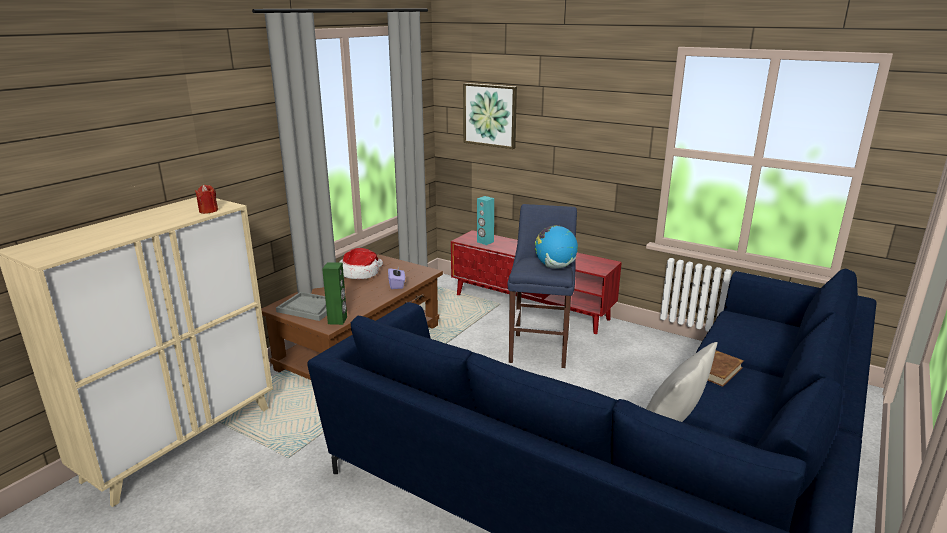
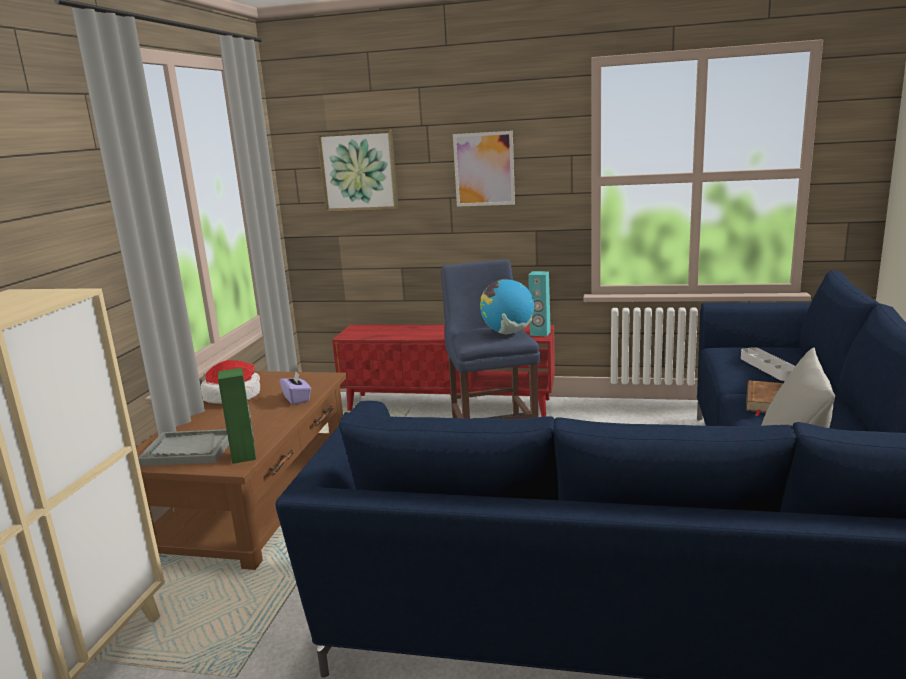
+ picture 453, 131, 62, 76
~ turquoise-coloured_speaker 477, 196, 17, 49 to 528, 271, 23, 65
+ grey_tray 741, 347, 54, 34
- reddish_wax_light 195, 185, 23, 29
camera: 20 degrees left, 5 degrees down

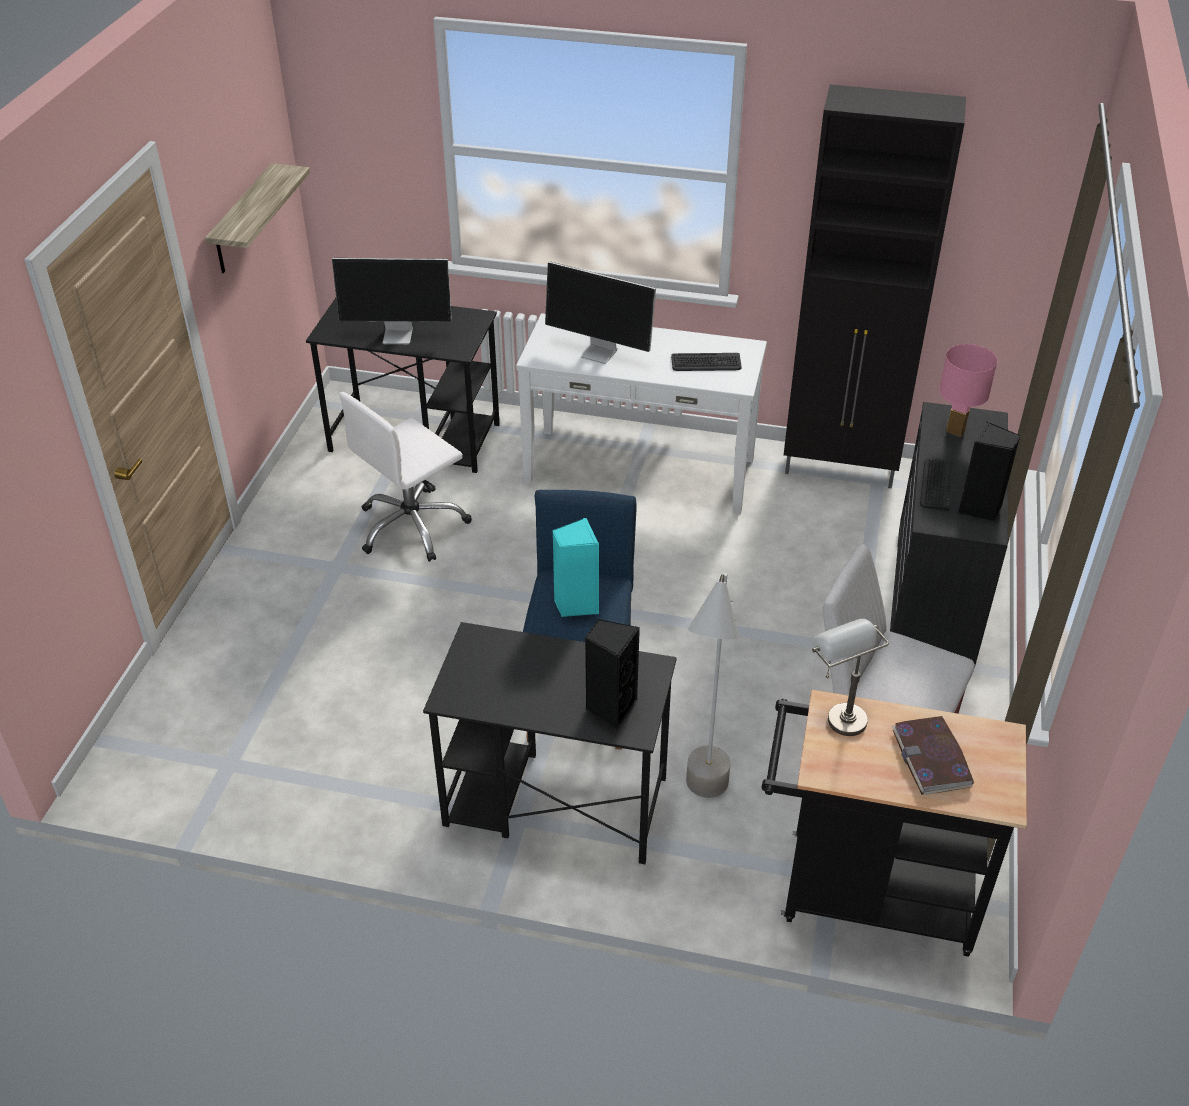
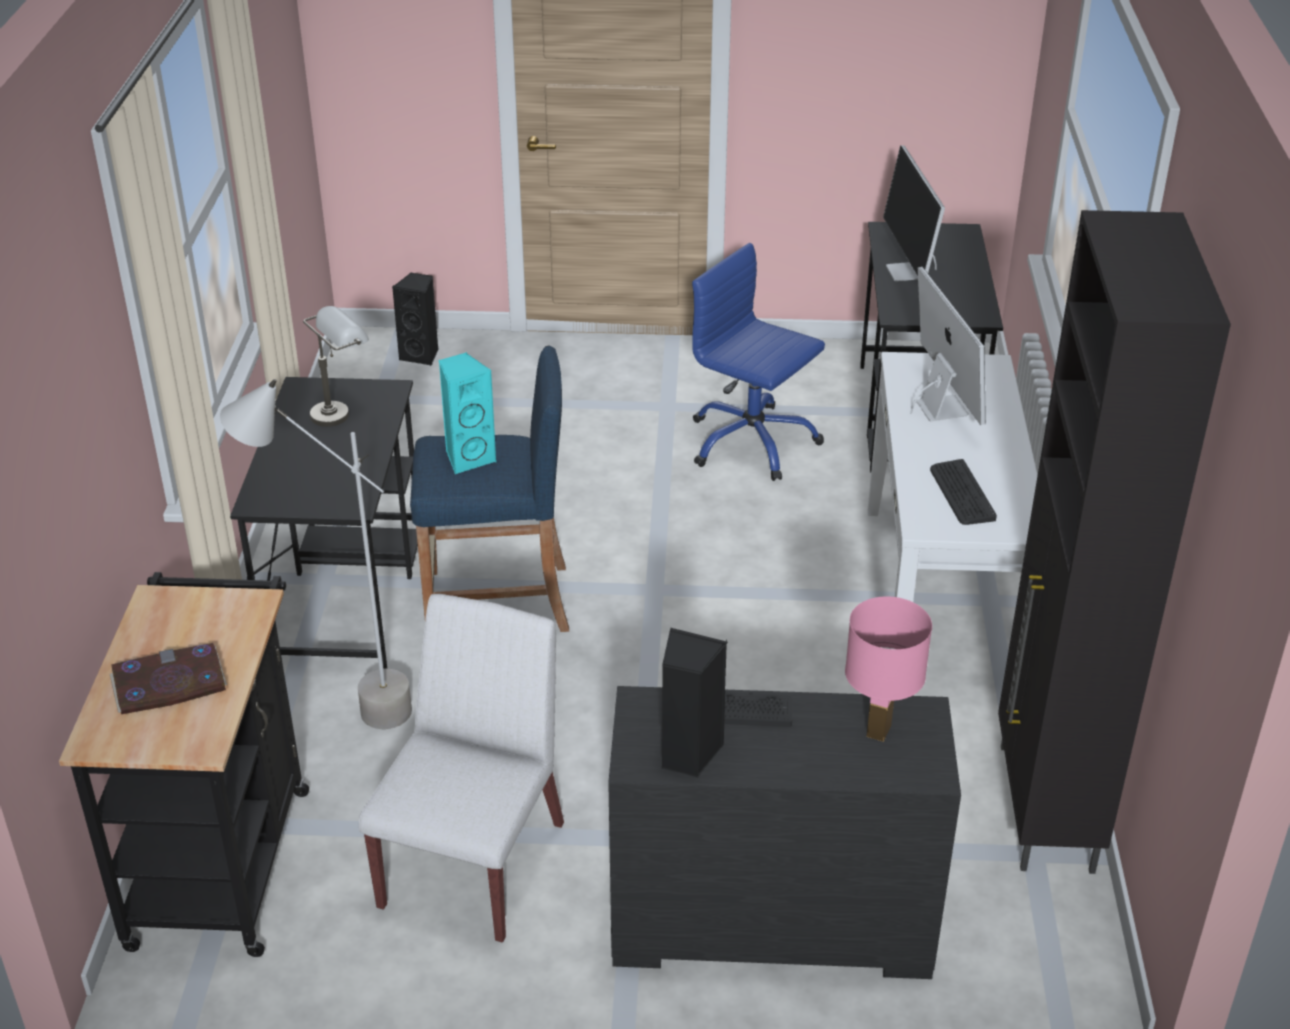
~ grey_lamp_for_a_table 812, 619, 77, 117 to 303, 306, 66, 121
~ black_speaker 585, 618, 55, 111 to 392, 273, 47, 93
~ white_desk_chair 339, 392, 133, 170 to bluish_desk_chair 692, 243, 133, 238
~ monitor 545, 262, 111, 102 = 910, 267, 76, 158 150 degrees clockwise
- bracket_shelf 205, 163, 105, 110
camera: 80 degrees right, 5 degrees down

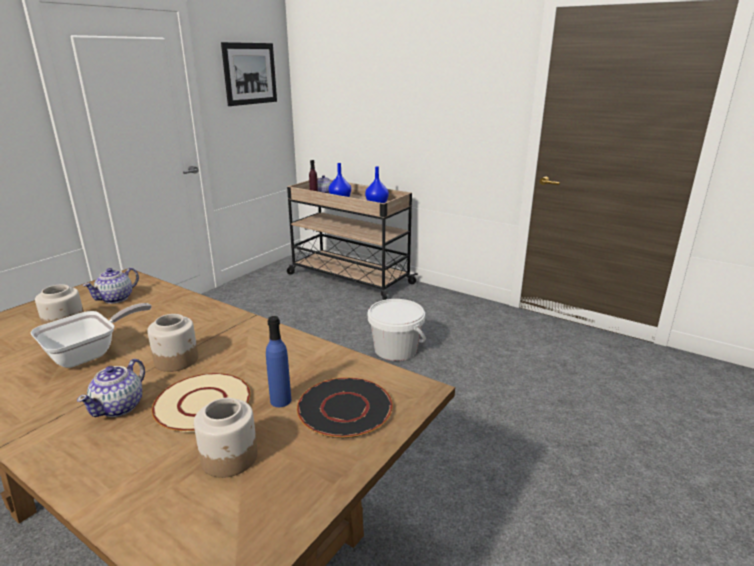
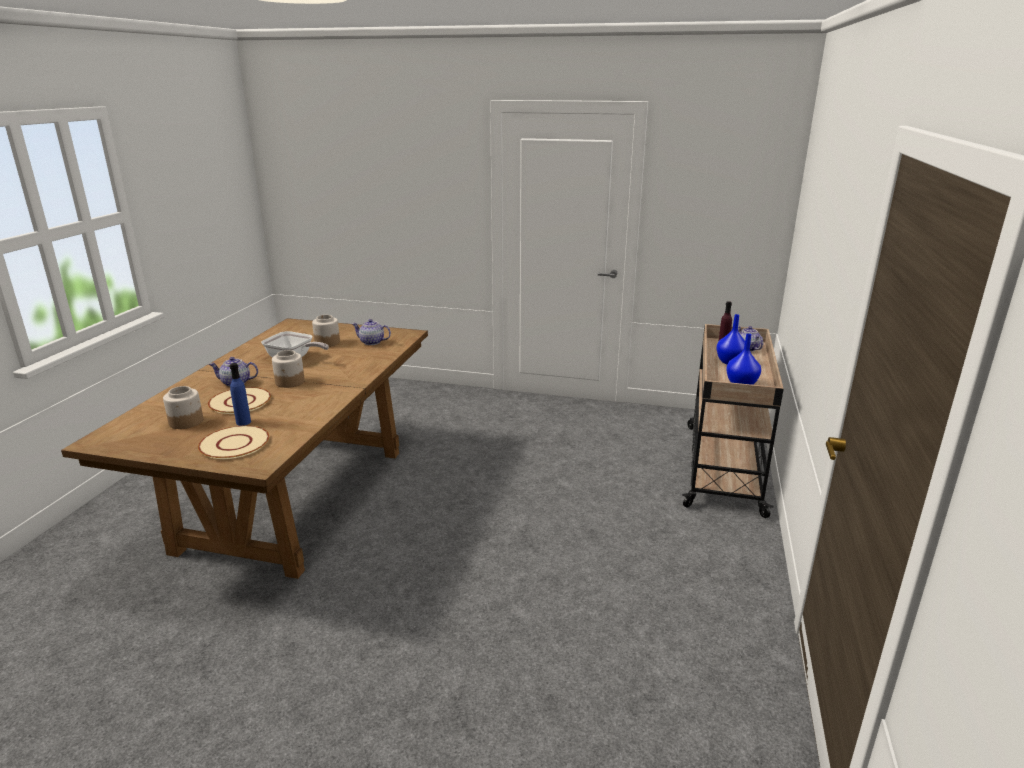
~ black_flat_dish 297, 377, 96, 61 to beige_flat_dish 198, 425, 71, 34
- picture 221, 42, 56, 64
- white_water_bucket 368, 299, 58, 62
camera: 70 degrees right, 0 degrees up

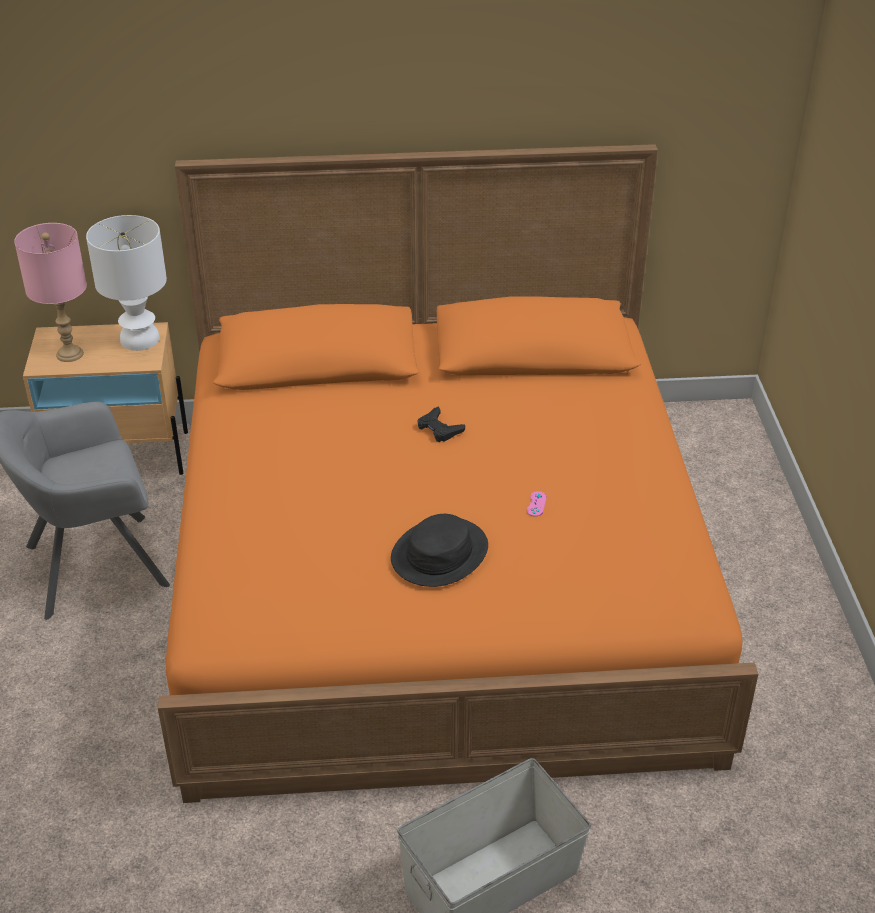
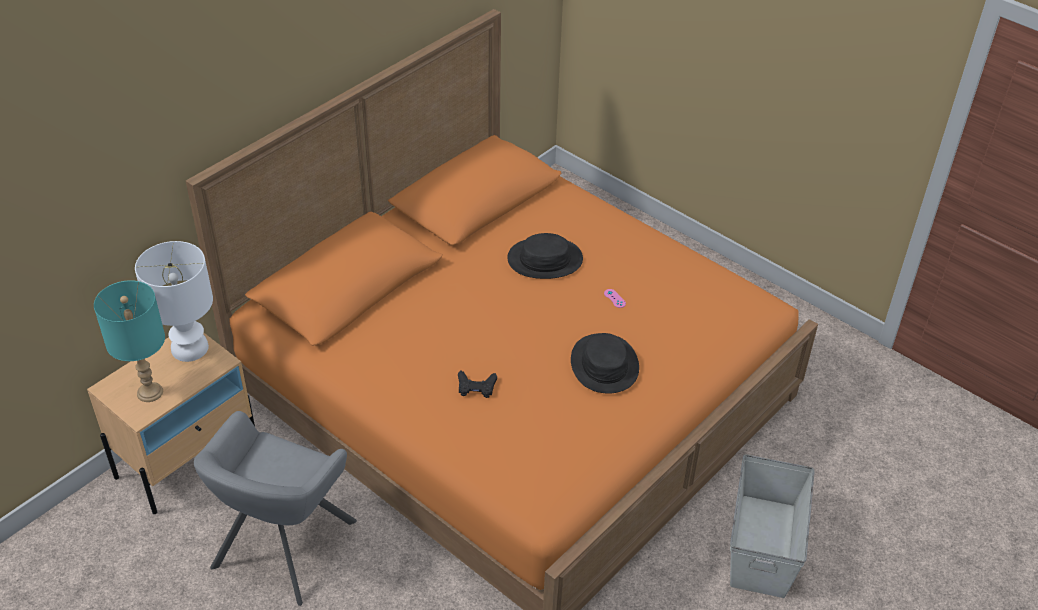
~ pinkish_lamp_for_a_table 14, 223, 73, 139 to turquoise-coloured_lamp_for_a_table 94, 280, 71, 122
~ black_joypad 417, 406, 48, 36 to 458, 370, 39, 28
+ black_wearable_hat 507, 233, 76, 46
camera: 45 degrees left, 5 degrees up

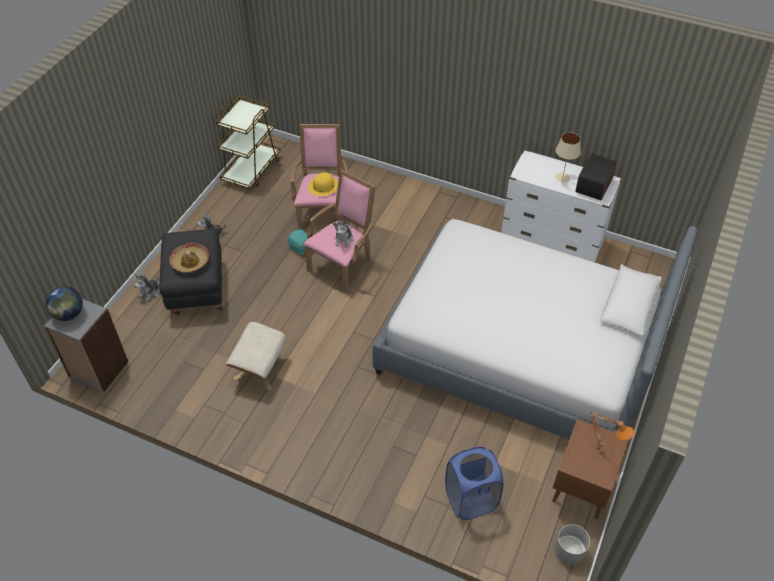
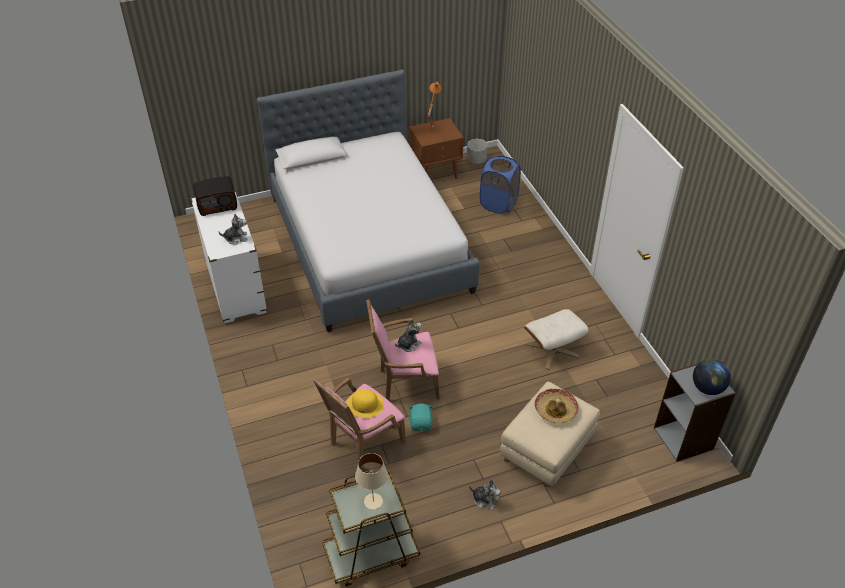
~ soft_toy 134, 274, 25, 28 to 218, 214, 29, 31
~ beige_lamp_for_a_table 556, 132, 25, 51 to 355, 453, 33, 57
~ black_footrest 159, 229, 63, 85 to beige_footrest 500, 382, 100, 105
camera: 135 degrees left, 5 degrees down

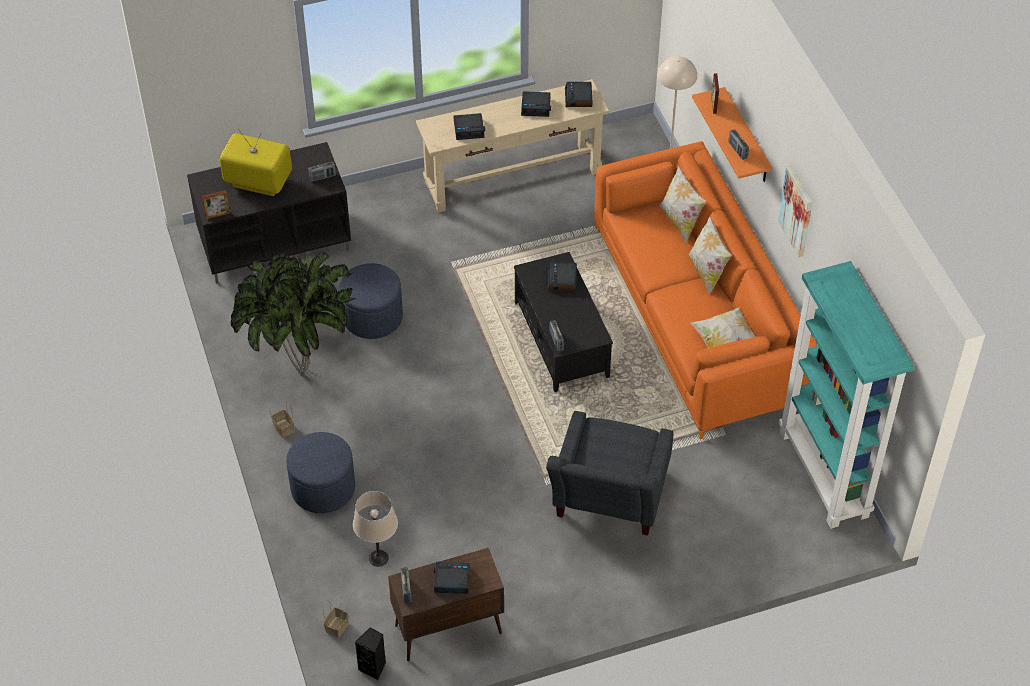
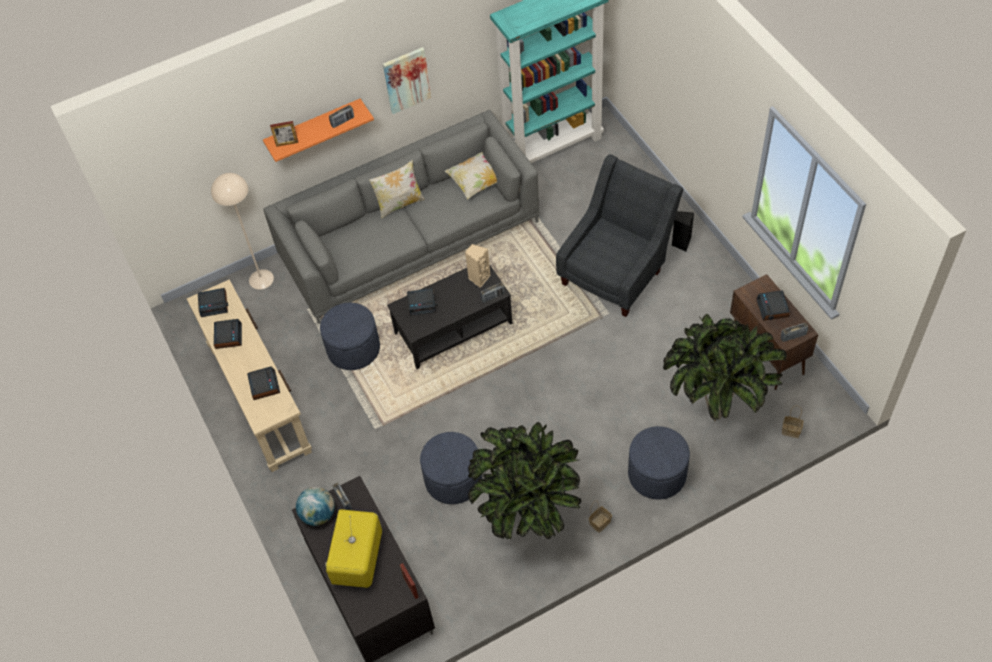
~ orange_settee 593, 141, 225, 298 to grey_settee 263, 110, 277, 214
+ globe 296, 487, 39, 39
+ bluish_footrest 320, 303, 60, 67
+ beige_speaker 465, 244, 26, 44
~ grey_armchair 546, 411, 127, 125 = 556, 154, 127, 163 60 degrees counterclockwise
~ beige_lamp_for_a_table 353, 491, 45, 76 to potted_plant 663, 314, 125, 108
~ black_speaker 355, 627, 31, 53 to 672, 211, 22, 41
- cushion 659, 166, 47, 77
camera: 95 degrees left, 5 degrees up

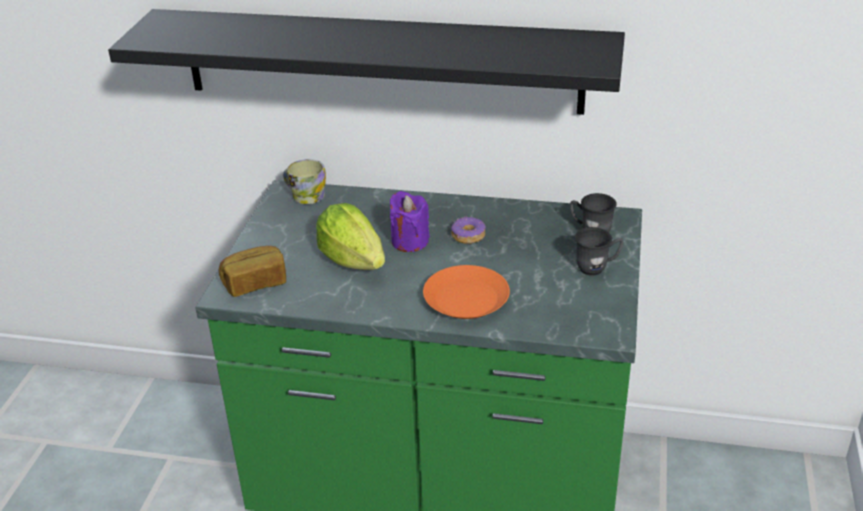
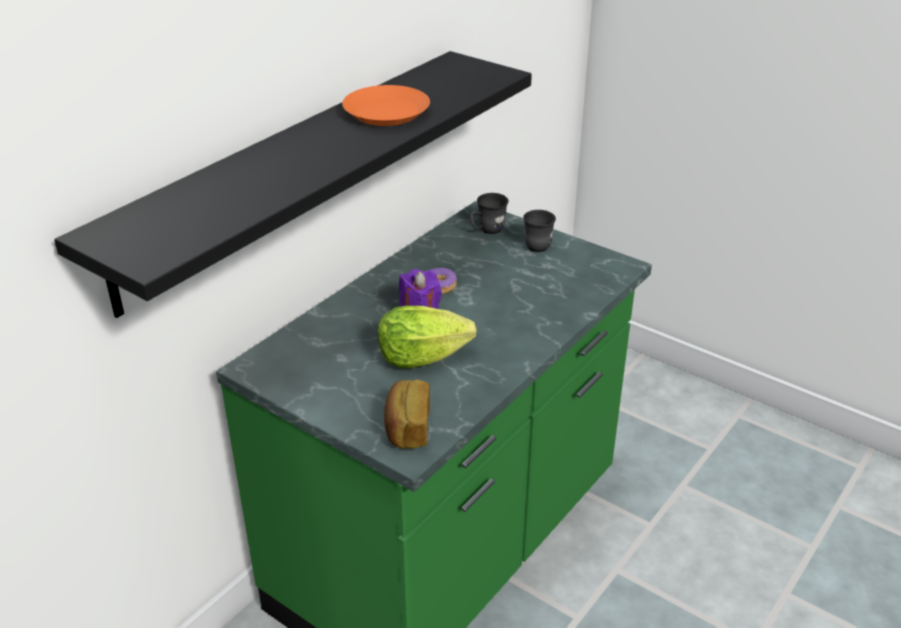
~ orange_flat_dish 423, 265, 87, 54 to 342, 85, 88, 41
- tea_mug 283, 159, 43, 45
camera: 65 degrees left, 0 degrees up

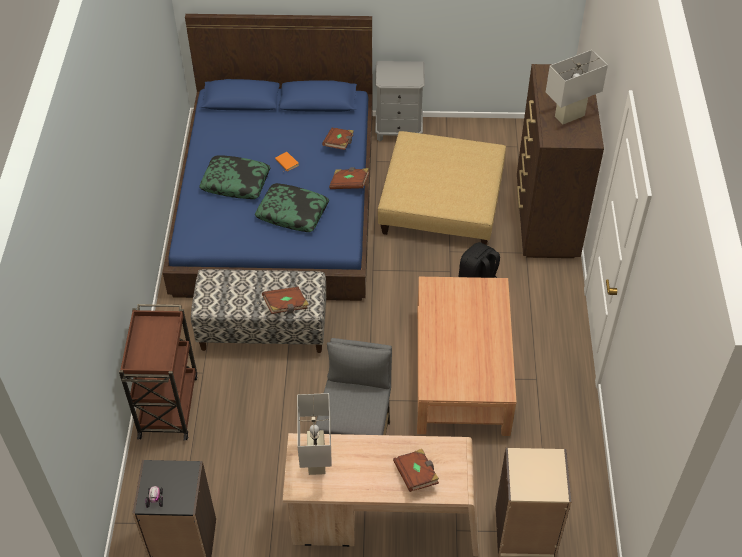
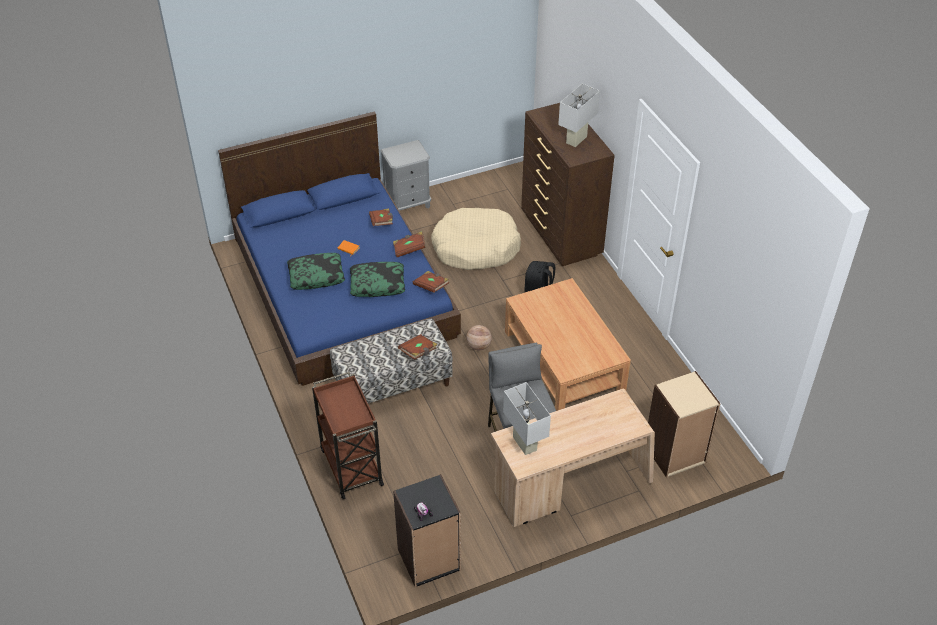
~ brown-coloured_bound_book 393, 449, 46, 43 to 413, 271, 36, 22
~ beige_footrest 378, 131, 128, 114 to beige_pet_bed 431, 208, 90, 62
+ basketball_ball 466, 325, 26, 25
camera: 25 degrees left, 5 degrees down

